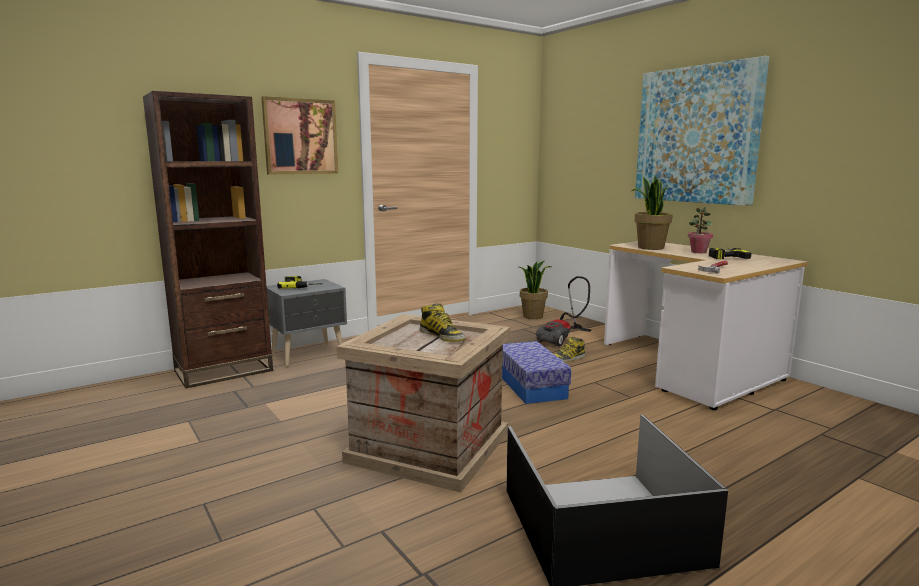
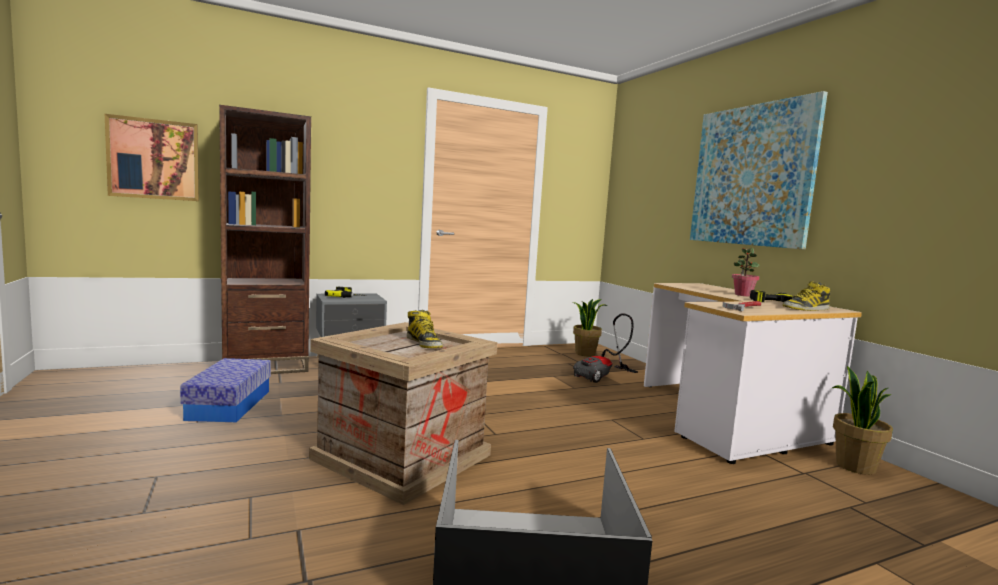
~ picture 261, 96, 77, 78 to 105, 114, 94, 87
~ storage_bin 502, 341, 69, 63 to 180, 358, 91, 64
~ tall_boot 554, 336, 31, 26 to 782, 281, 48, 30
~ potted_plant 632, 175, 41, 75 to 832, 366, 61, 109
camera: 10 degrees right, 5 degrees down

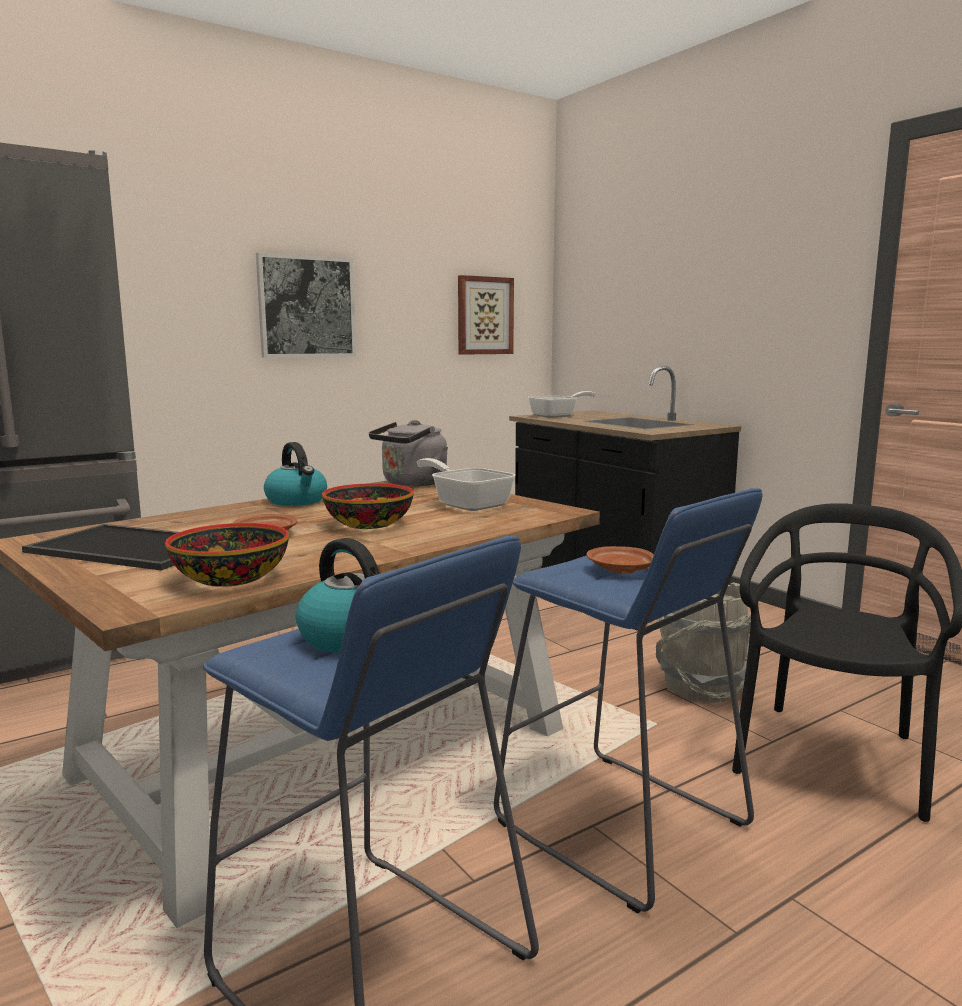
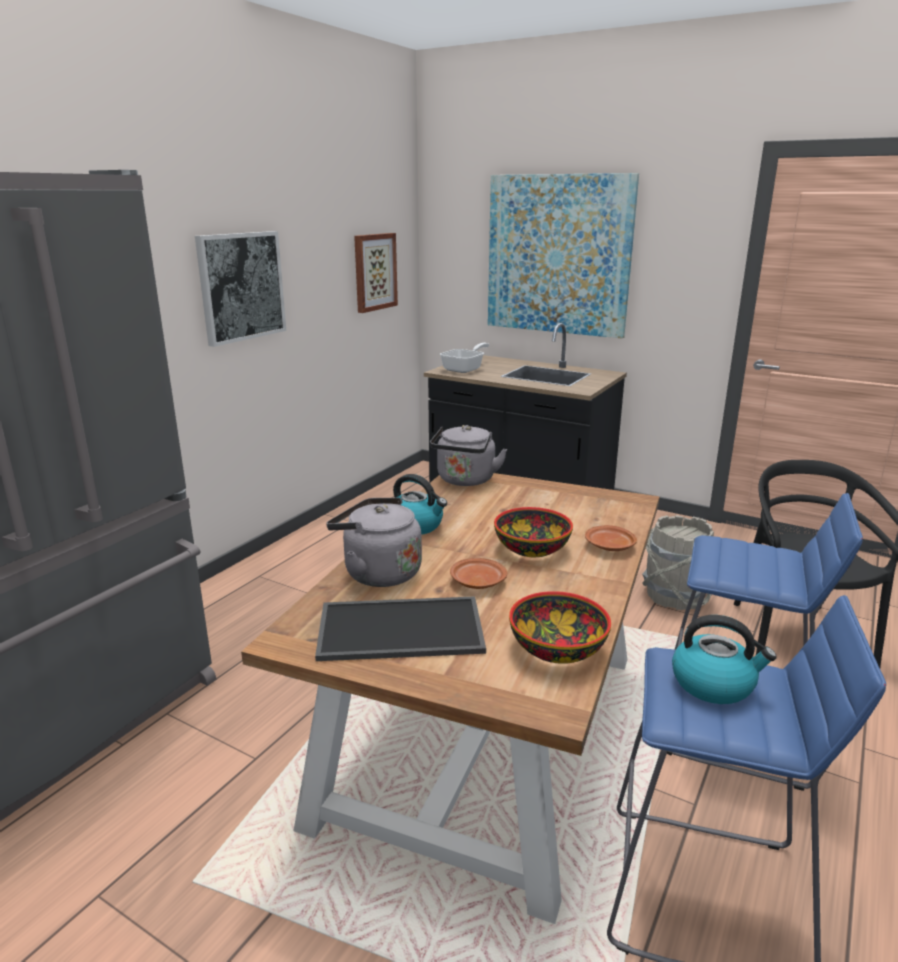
+ grey_water_kettle 326, 498, 96, 89
+ picture 488, 173, 151, 166
~ brown-coloured_flat_dish 586, 546, 68, 28 to 585, 525, 52, 26
- frying_pan 417, 458, 99, 53
camera: 25 degrees left, 10 degrees up

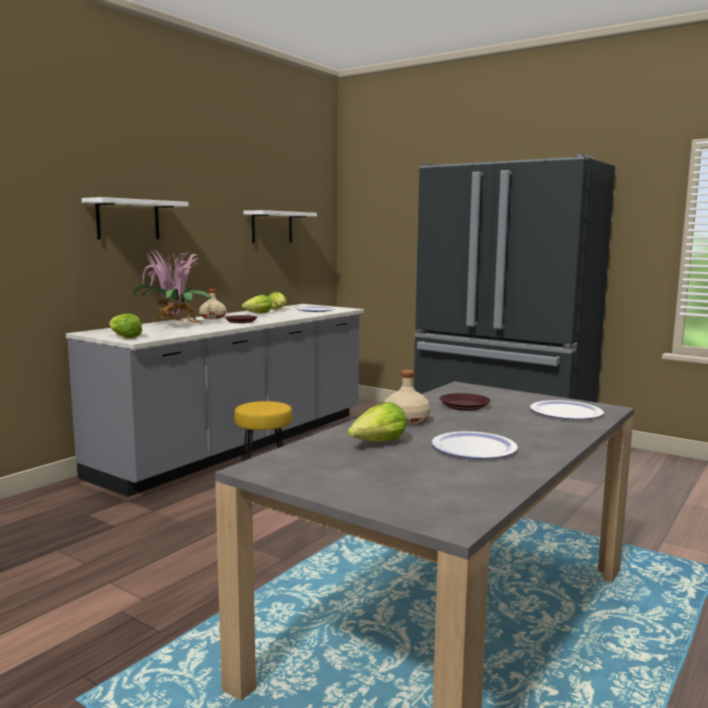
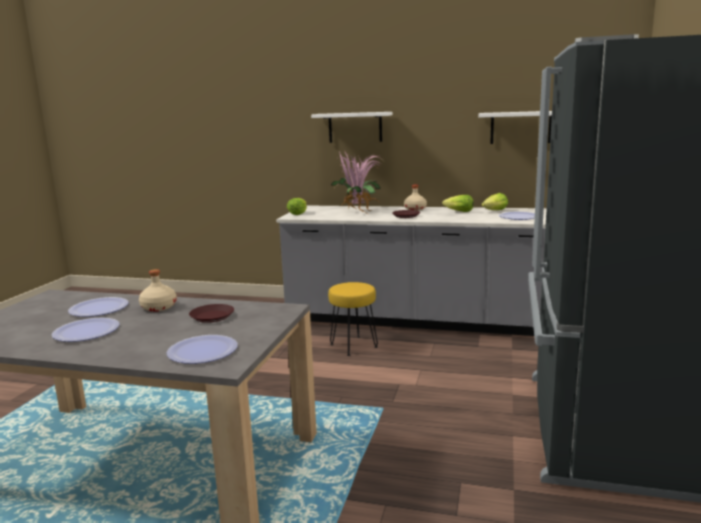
~ lettuce_head 348, 402, 59, 40 to flat_dish 68, 297, 61, 20
camera: 70 degrees right, 5 degrees up

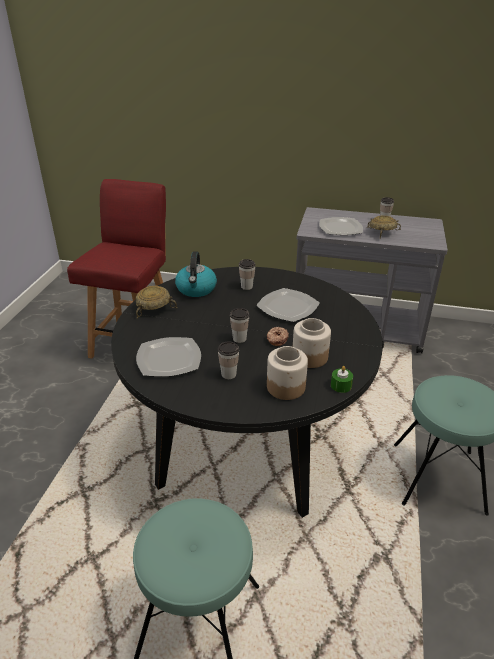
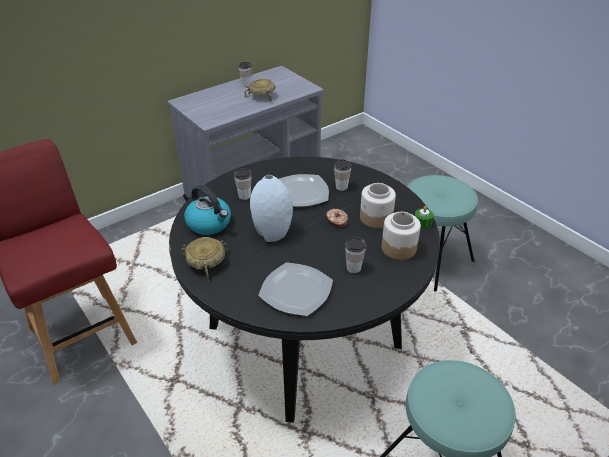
+ grey_decorative_vase 250, 175, 43, 67
~ cup 230, 308, 20, 35 to 334, 159, 17, 32
- flat_dish 319, 217, 44, 18
camera: 50 degrees left, 5 degrees up

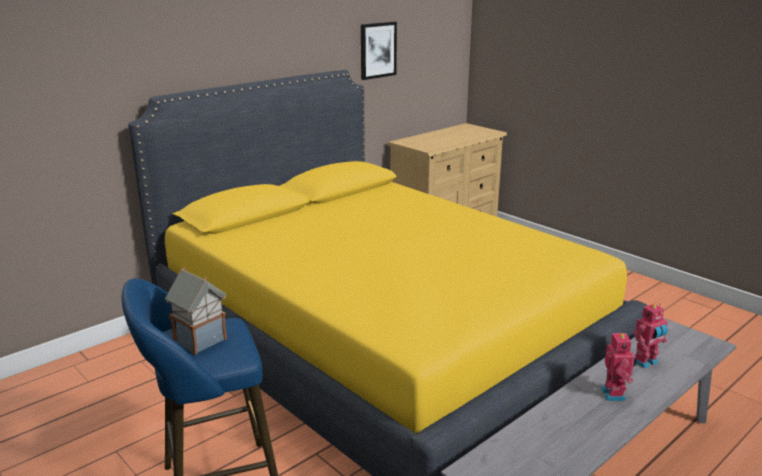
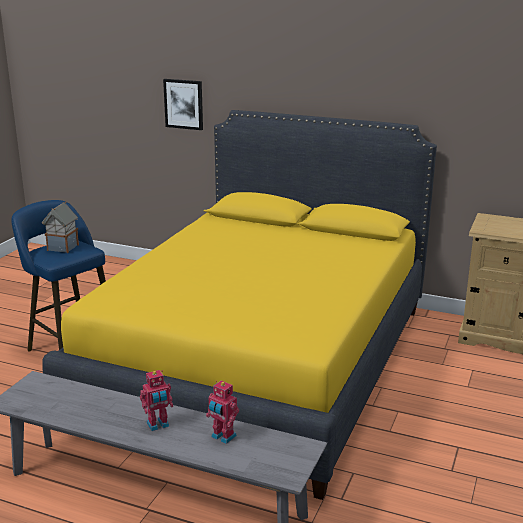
~ picture 361, 22, 36, 58 to 163, 79, 40, 51
camera: 65 degrees right, 0 degrees up

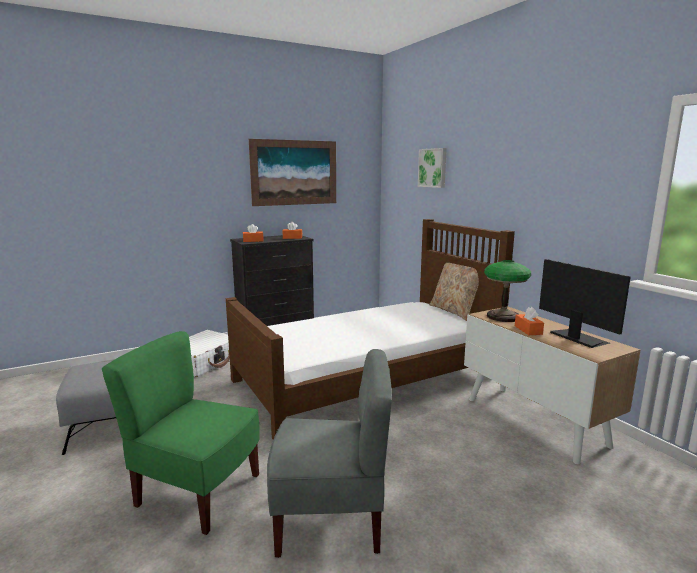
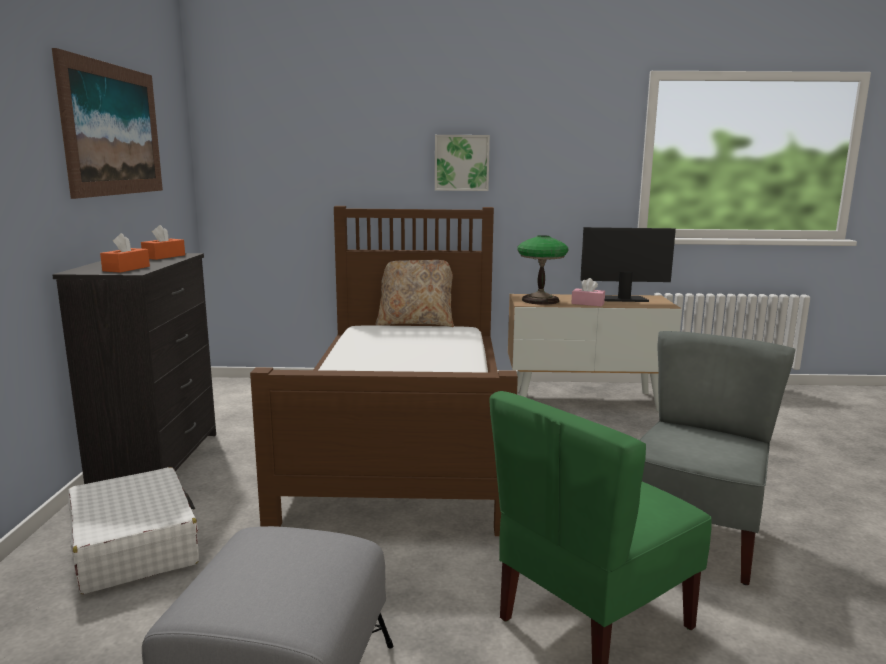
~ picture 418, 148, 29, 40 to 435, 135, 55, 56
~ orange_box_of_tissues 515, 307, 29, 28 to pinkish_box_of_tissues 571, 278, 34, 29
camera: 60 degrees left, 0 degrees up

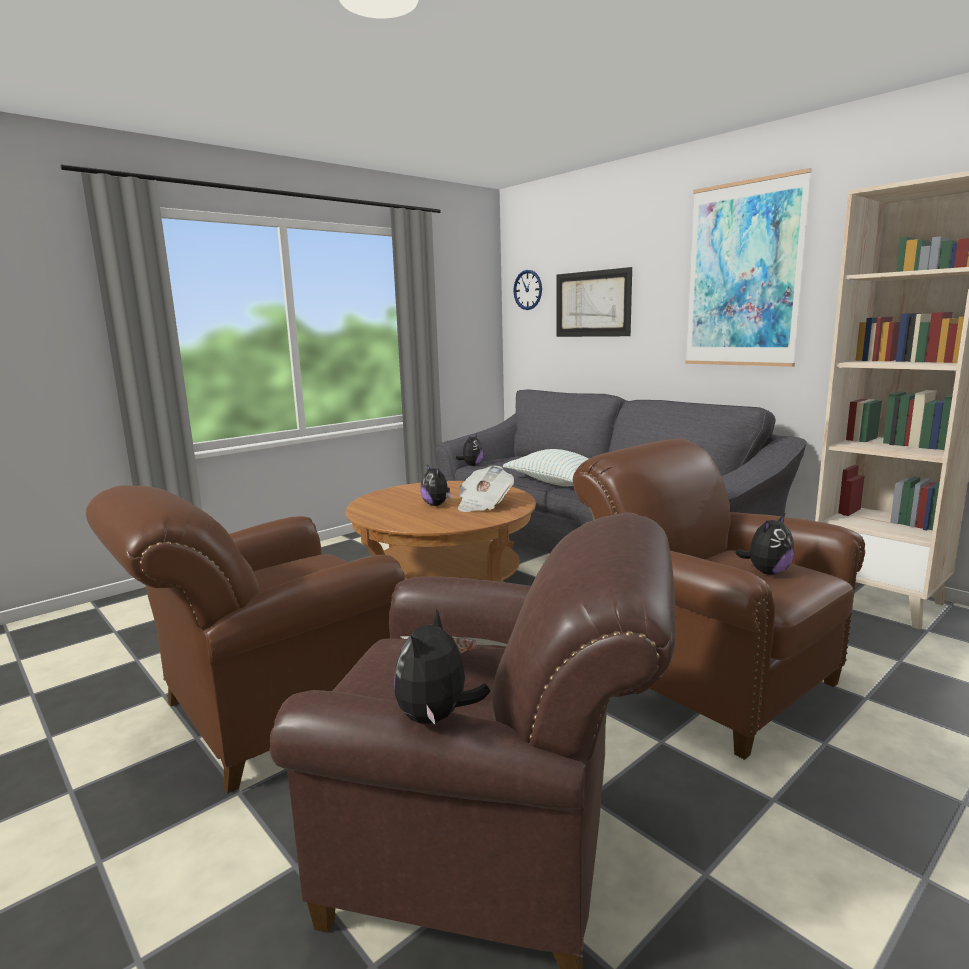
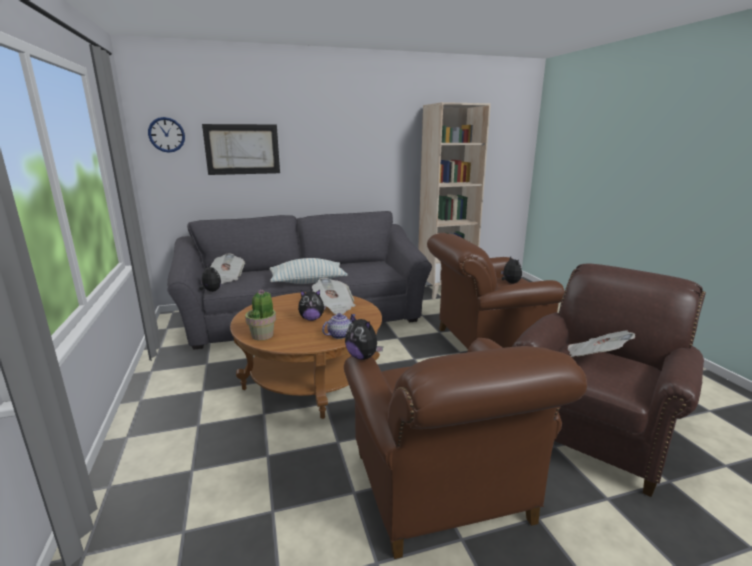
+ newspaper 210, 254, 35, 30
+ potted_plant 245, 289, 31, 51
+ teapot 322, 313, 33, 26
~ soft_toy 394, 608, 96, 118 to 345, 314, 38, 46
- picture 685, 168, 127, 199
camera: 65 degrees left, 5 degrees up

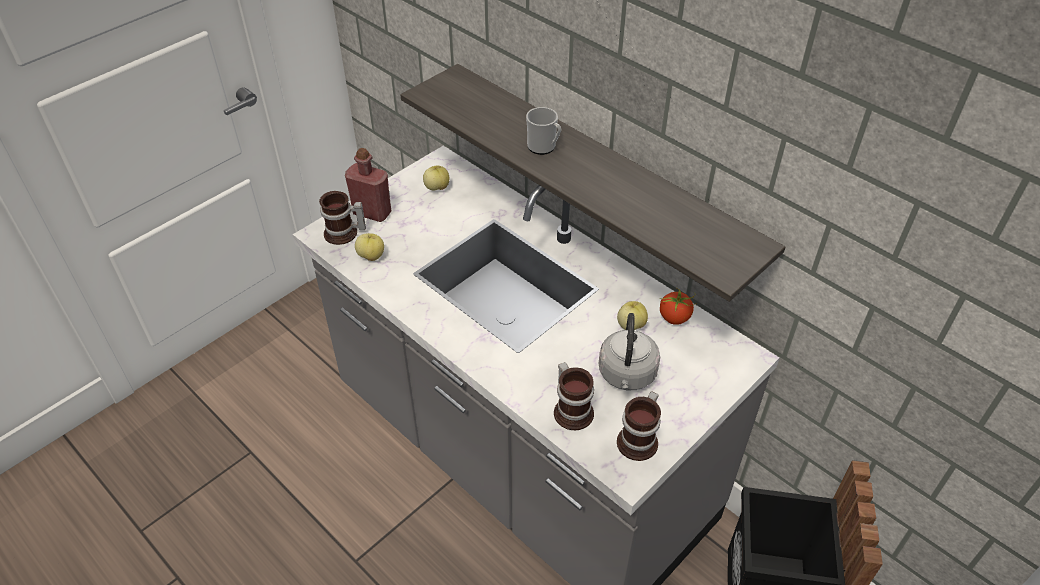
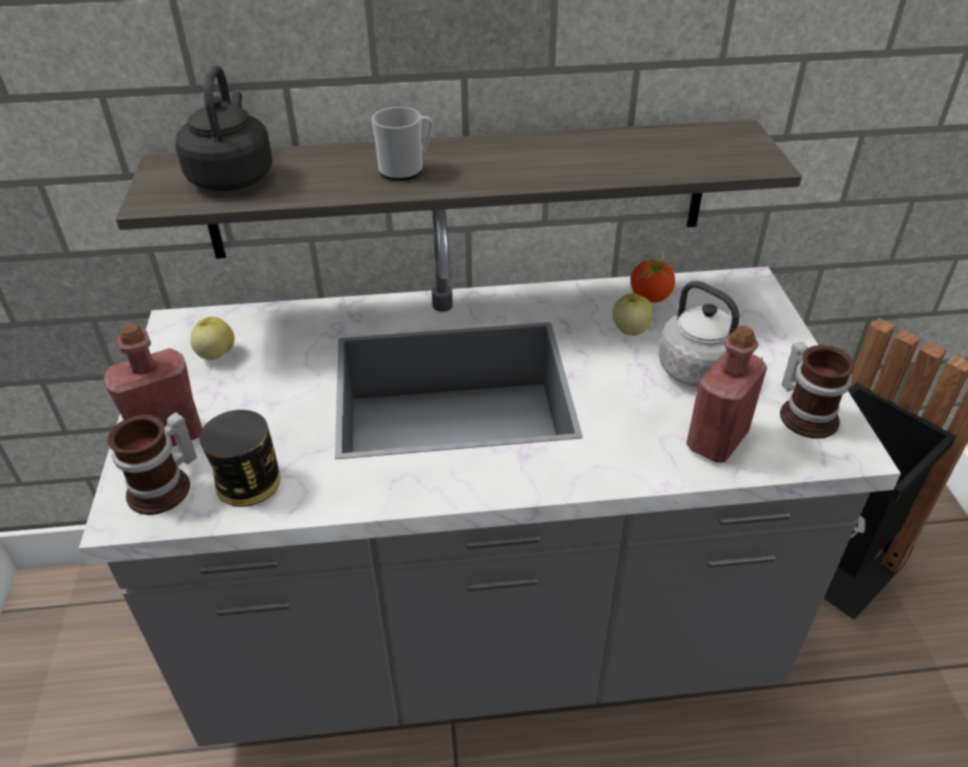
+ black_water_kettle 176, 65, 96, 126
~ whole_apple 355, 233, 29, 28 to sealed_can 199, 410, 81, 97
~ tea_mug 554, 362, 40, 68 to reddish_bottle 686, 326, 81, 137
camera: 50 degrees left, 5 degrees down

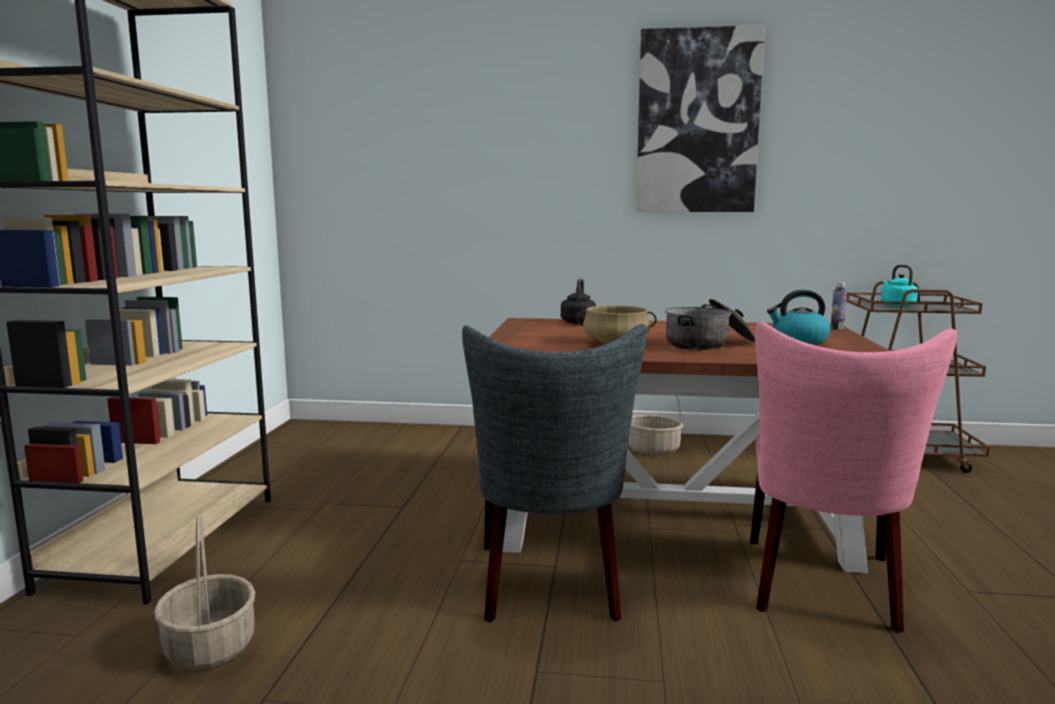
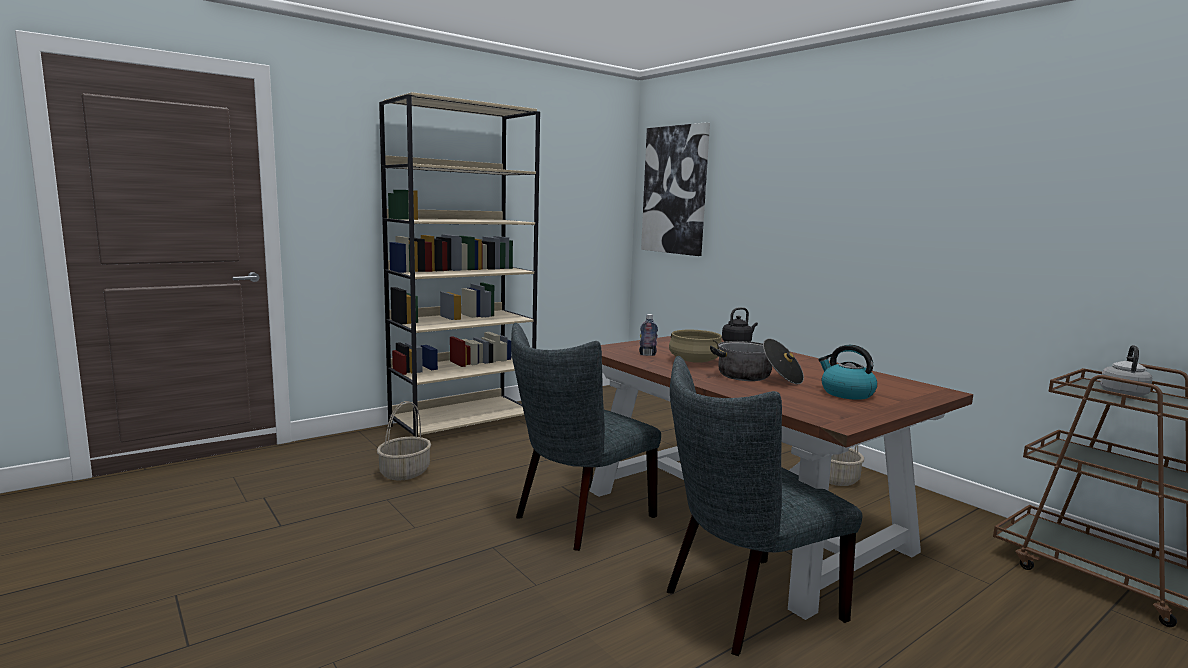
~ bottle 830, 282, 17, 48 to 639, 314, 19, 42
~ picture 636, 25, 129, 187 to 641, 122, 69, 134
~ pinkish_plain_chair 750, 321, 207, 312 to grey_plain_chair 667, 356, 195, 300
~ turquoise-coloured_water_kettle 881, 265, 37, 41 to grey_water_kettle 1100, 345, 53, 51
camera: 45 degrees right, 0 degrees up

